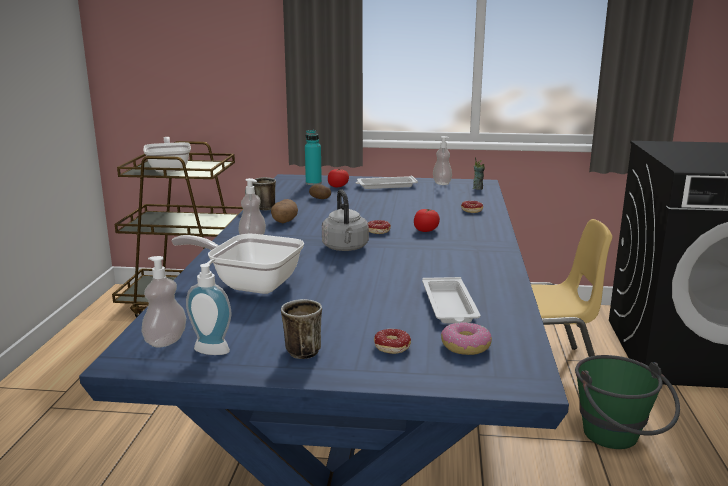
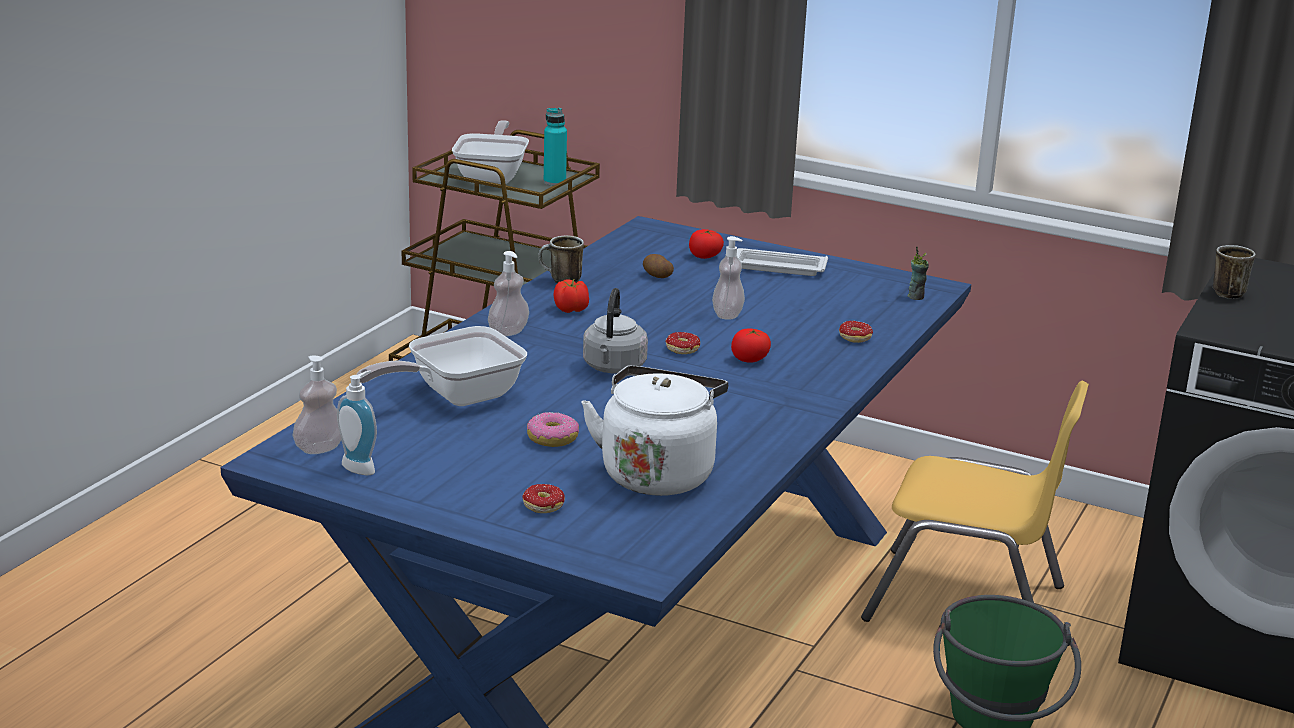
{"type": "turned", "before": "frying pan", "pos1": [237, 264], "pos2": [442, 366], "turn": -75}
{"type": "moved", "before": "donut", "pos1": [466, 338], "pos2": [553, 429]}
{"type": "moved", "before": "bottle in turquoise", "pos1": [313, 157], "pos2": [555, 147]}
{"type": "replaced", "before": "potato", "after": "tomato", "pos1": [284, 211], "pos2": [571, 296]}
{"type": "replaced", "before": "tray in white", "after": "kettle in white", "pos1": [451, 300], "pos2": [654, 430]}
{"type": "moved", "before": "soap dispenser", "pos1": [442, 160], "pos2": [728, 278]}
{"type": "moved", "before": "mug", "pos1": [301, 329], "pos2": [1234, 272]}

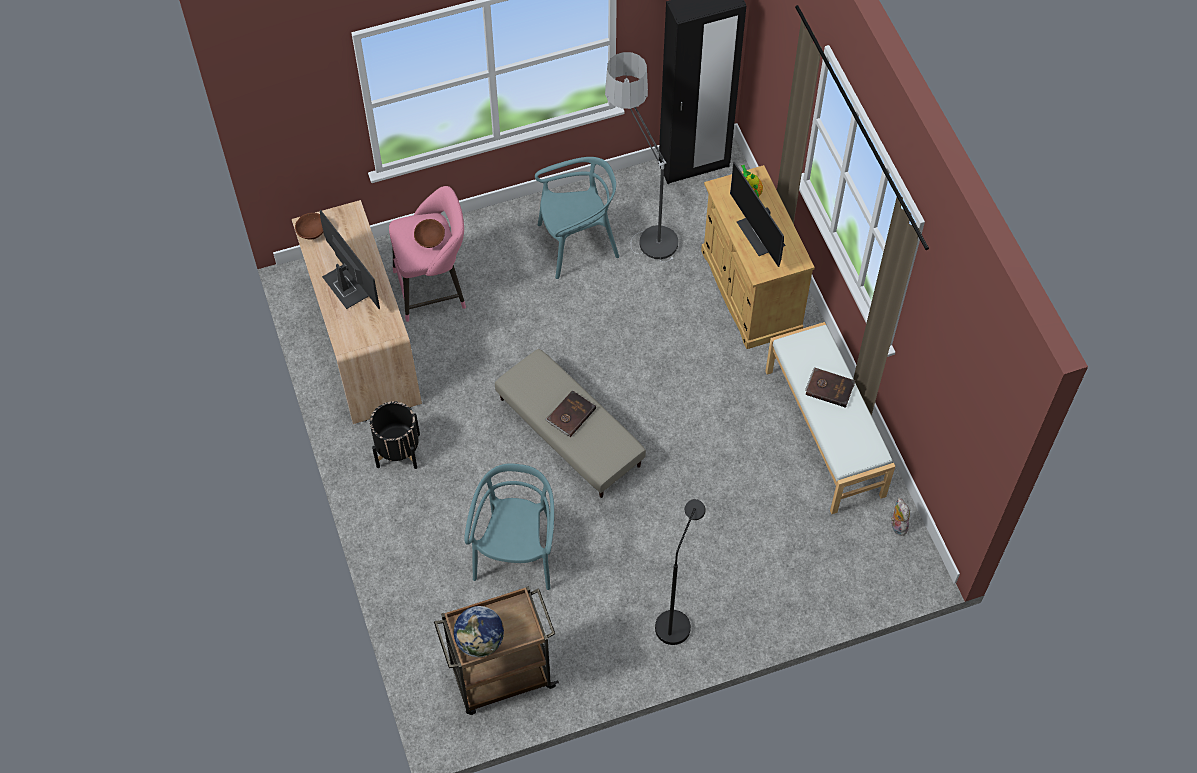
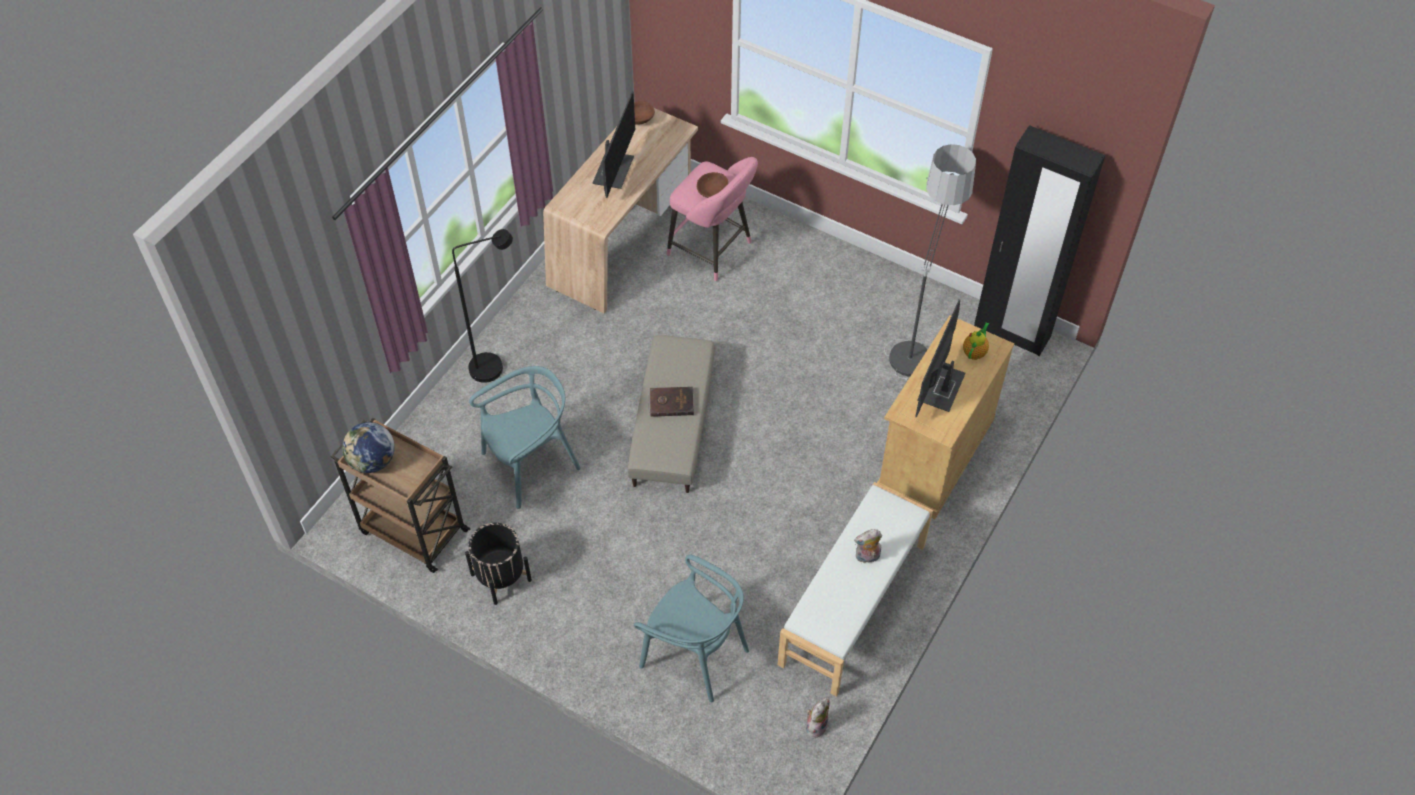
{"type": "moved", "before": "floor lamp in black", "pos1": [680, 572], "pos2": [482, 306]}
{"type": "moved", "before": "planter in black", "pos1": [395, 435], "pos2": [498, 564]}
{"type": "moved", "before": "chair in turquoise", "pos1": [577, 218], "pos2": [691, 628]}
{"type": "replaced", "before": "book in brown", "after": "plush toy", "pos1": [830, 387], "pos2": [868, 546]}

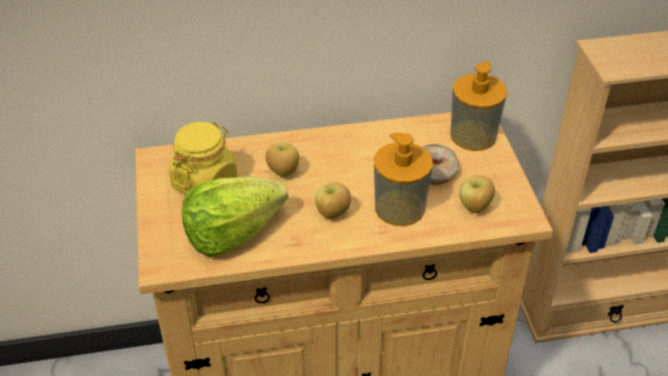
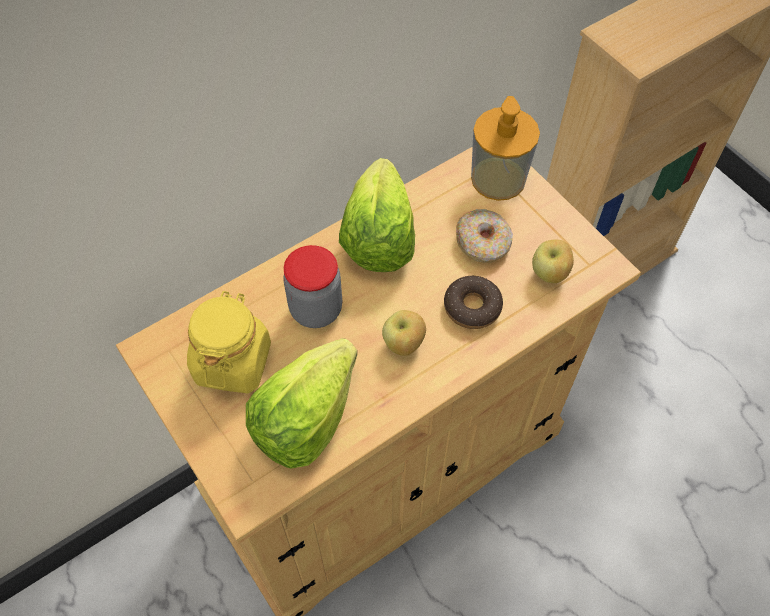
{"type": "replaced", "before": "apple", "after": "jar", "pos1": [282, 160], "pos2": [312, 286]}
{"type": "added", "after": "lettuce", "pos2": [377, 215]}
{"type": "replaced", "before": "soap dispenser", "after": "donut", "pos1": [403, 179], "pos2": [473, 302]}

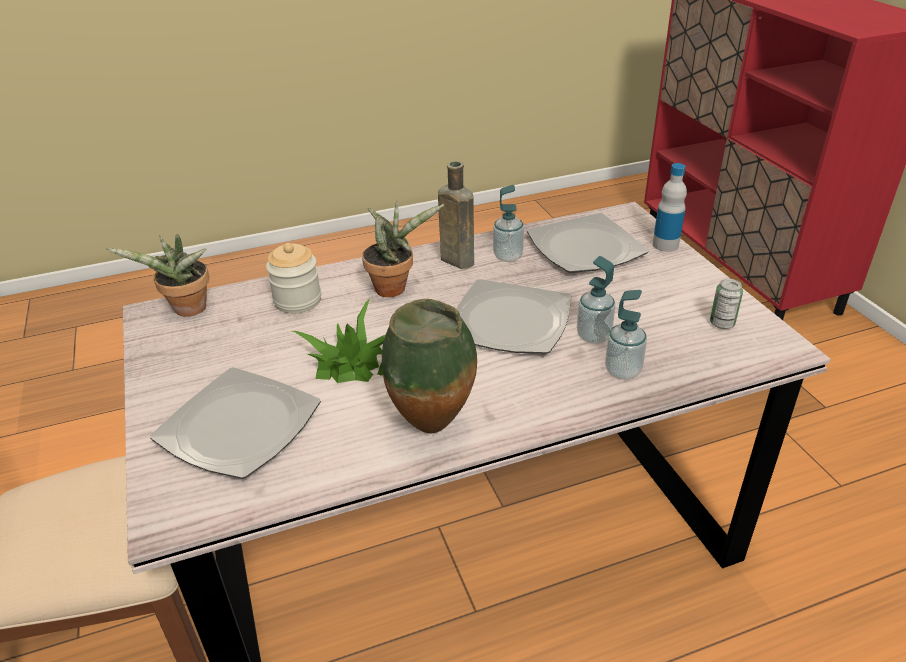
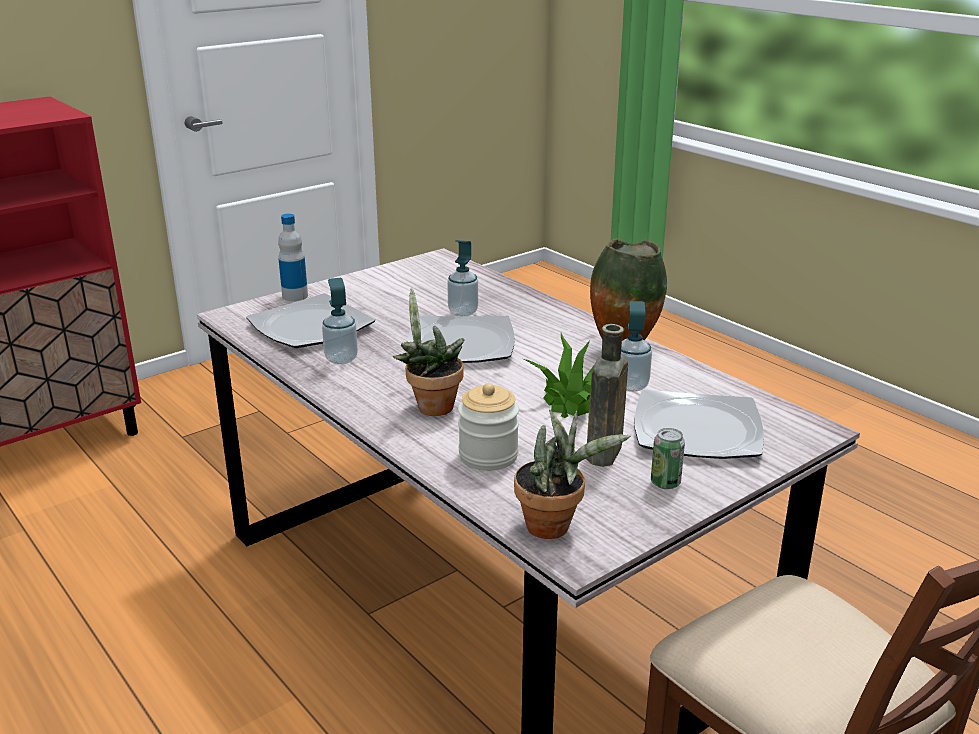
{"type": "moved", "before": "bottle in brown", "pos1": [456, 215], "pos2": [607, 395]}
{"type": "moved", "before": "soap dispenser", "pos1": [626, 335], "pos2": [636, 346]}
{"type": "moved", "before": "can", "pos1": [726, 304], "pos2": [668, 458]}

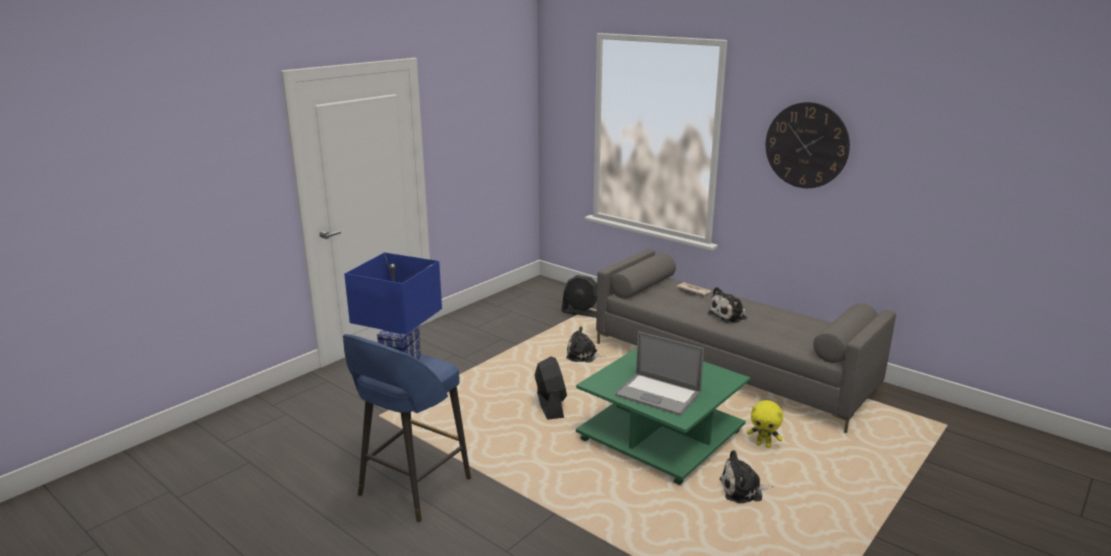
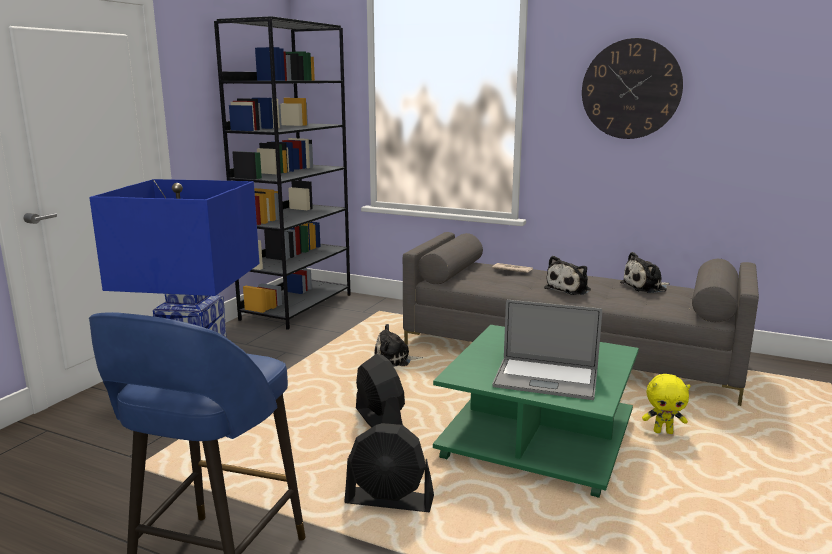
{"type": "added", "after": "bookcase in black", "pos2": [282, 173]}
{"type": "moved", "before": "fan in black", "pos1": [579, 296], "pos2": [389, 467]}
{"type": "moved", "before": "plush toy", "pos1": [746, 477], "pos2": [645, 272]}

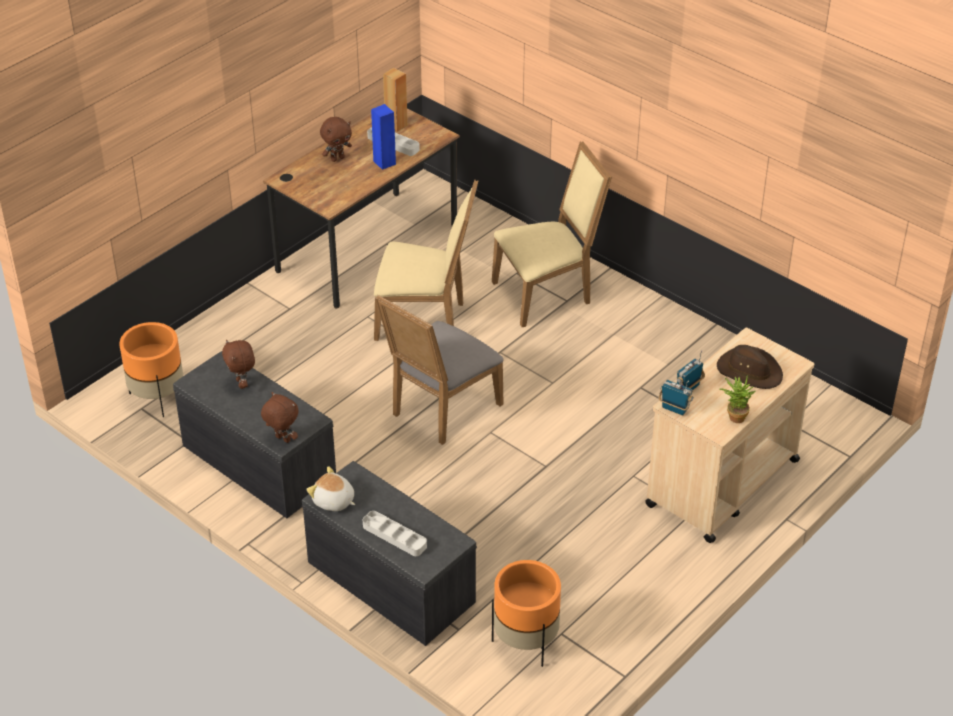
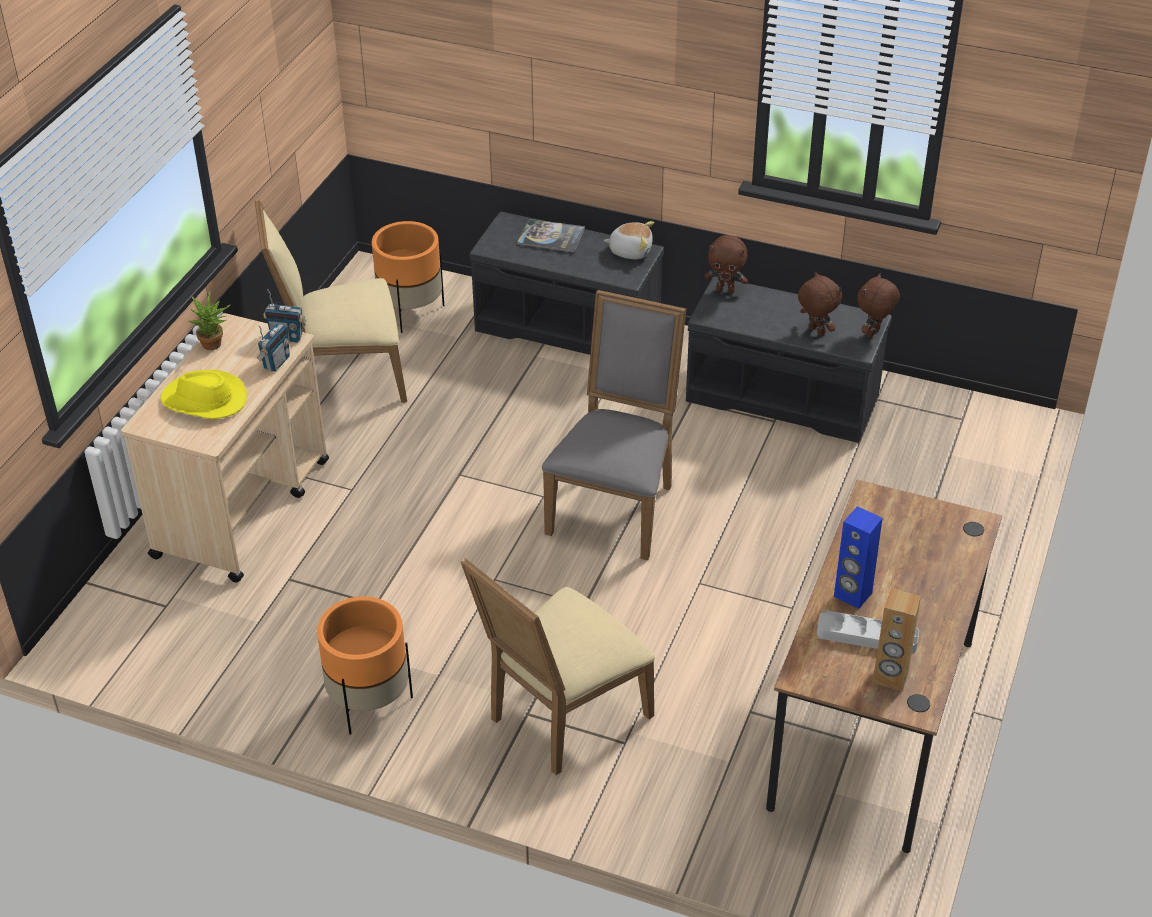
{"type": "recoloured", "before": "hat in brown", "after": "hat in yellow", "pos1": [750, 367], "pos2": [204, 394]}
{"type": "moved", "before": "chair in beige", "pos1": [426, 260], "pos2": [331, 301]}
{"type": "moved", "before": "planter in orange", "pos1": [151, 369], "pos2": [365, 665]}
{"type": "replaced", "before": "tray in grey", "after": "book", "pos1": [395, 533], "pos2": [551, 236]}
{"type": "moved", "before": "plush toy in brown", "pos1": [336, 139], "pos2": [878, 305]}

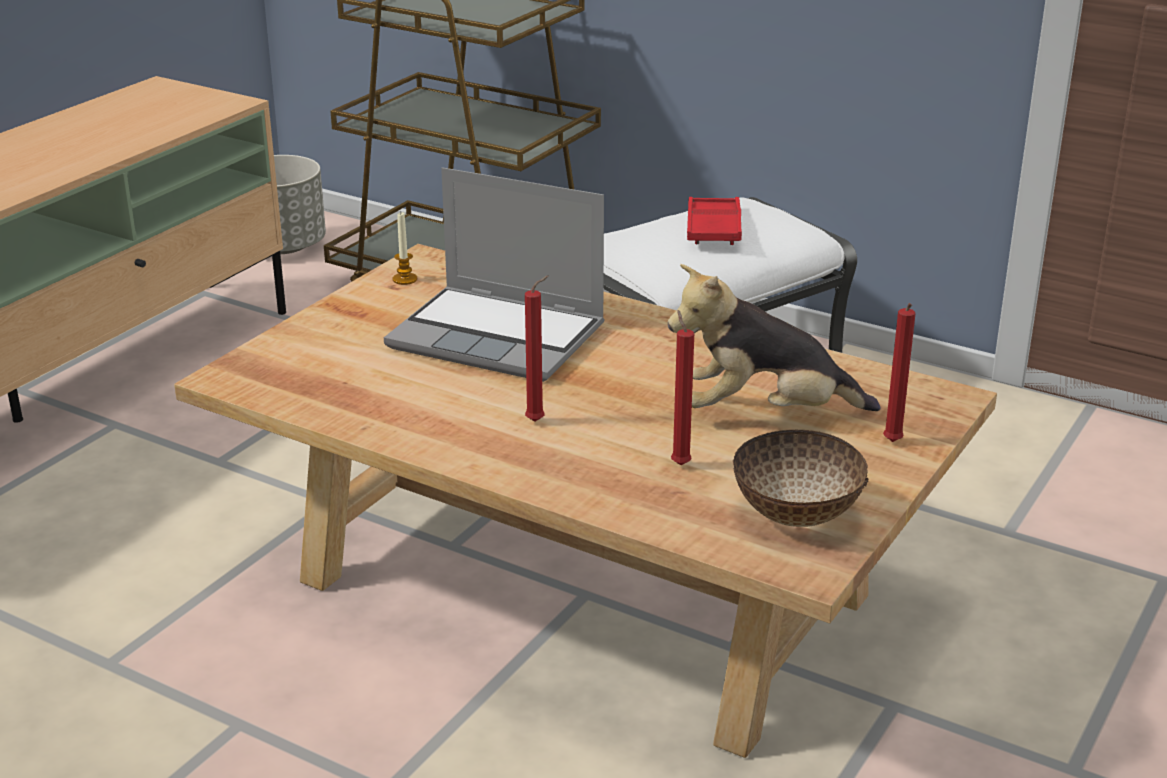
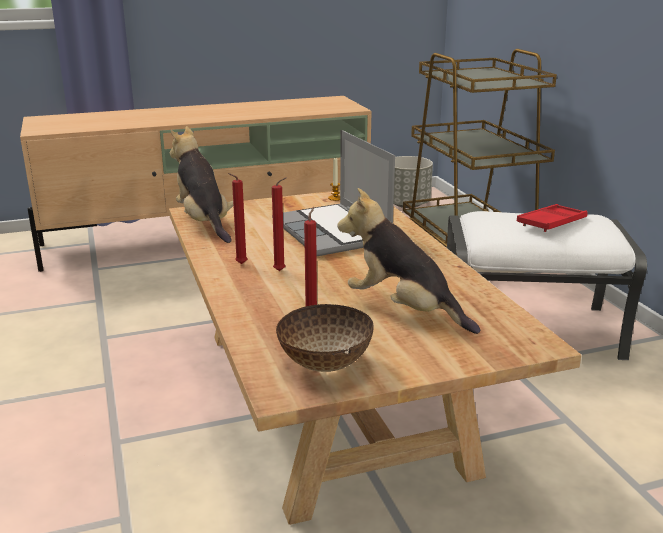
{"type": "added", "after": "plush toy", "pos2": [201, 184]}
{"type": "moved", "before": "candle in red", "pos1": [899, 372], "pos2": [237, 218]}

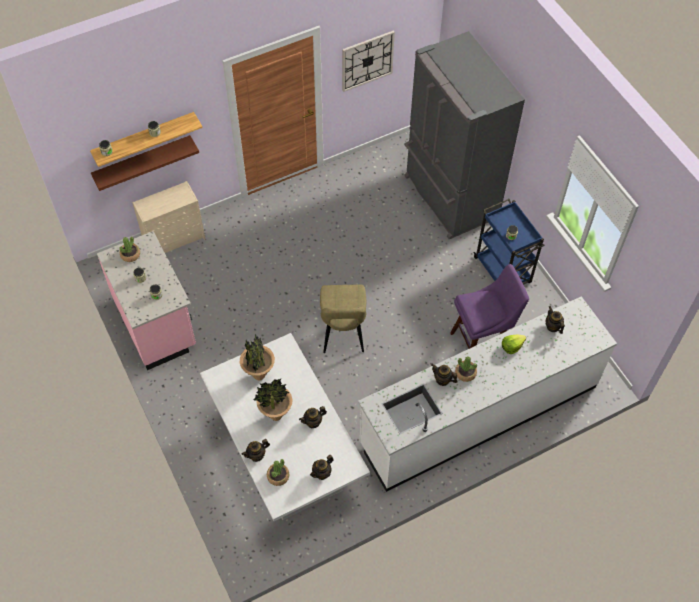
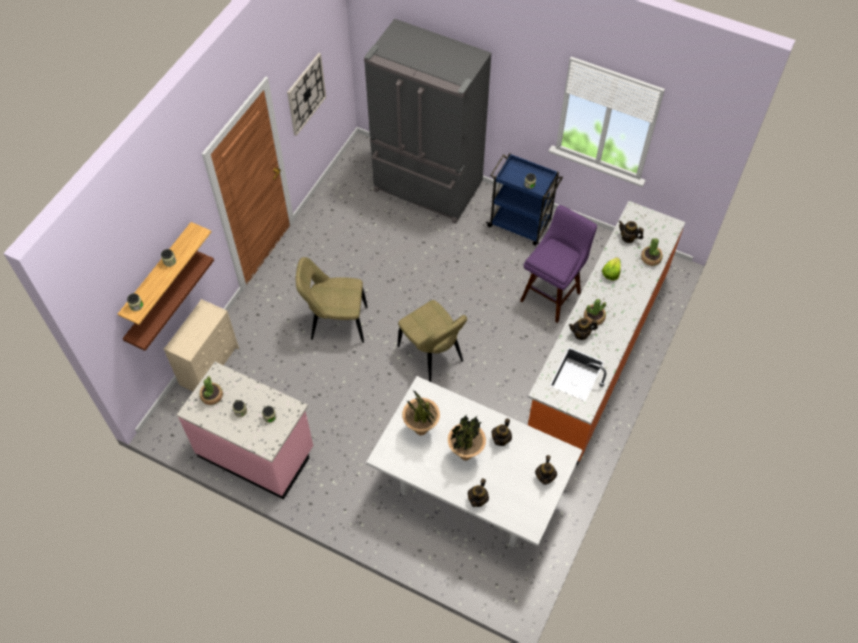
{"type": "added", "after": "chair in beige", "pos2": [332, 300]}
{"type": "recoloured", "before": "counter in white", "after": "counter in orange", "pos1": [487, 394], "pos2": [607, 333]}
{"type": "moved", "before": "potted plant", "pos1": [278, 472], "pos2": [652, 252]}

